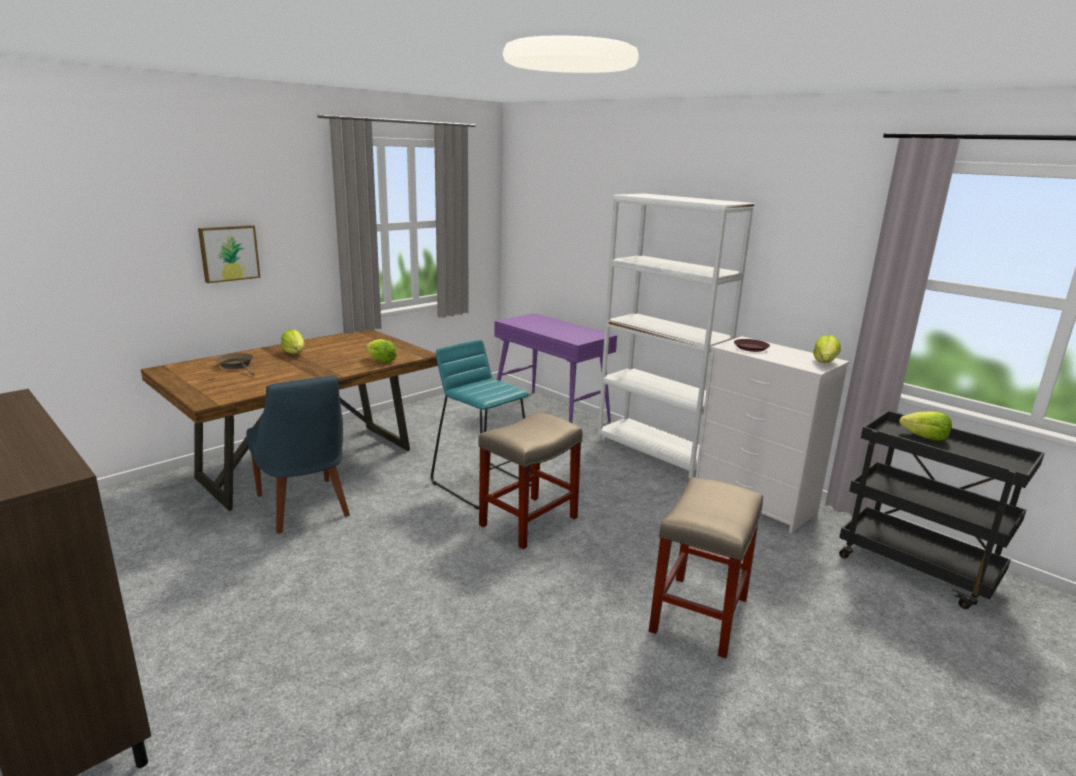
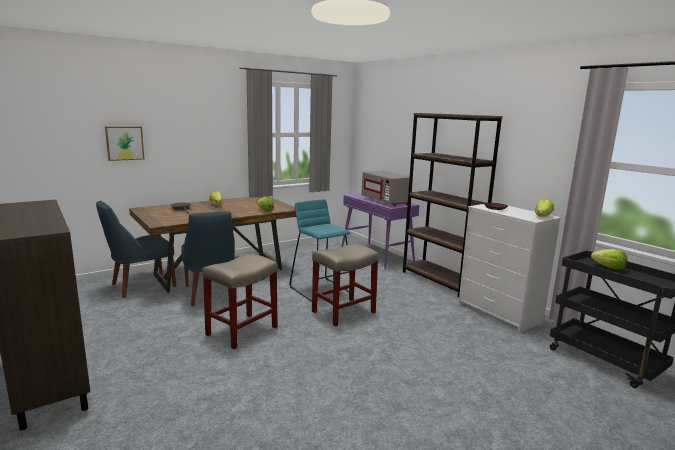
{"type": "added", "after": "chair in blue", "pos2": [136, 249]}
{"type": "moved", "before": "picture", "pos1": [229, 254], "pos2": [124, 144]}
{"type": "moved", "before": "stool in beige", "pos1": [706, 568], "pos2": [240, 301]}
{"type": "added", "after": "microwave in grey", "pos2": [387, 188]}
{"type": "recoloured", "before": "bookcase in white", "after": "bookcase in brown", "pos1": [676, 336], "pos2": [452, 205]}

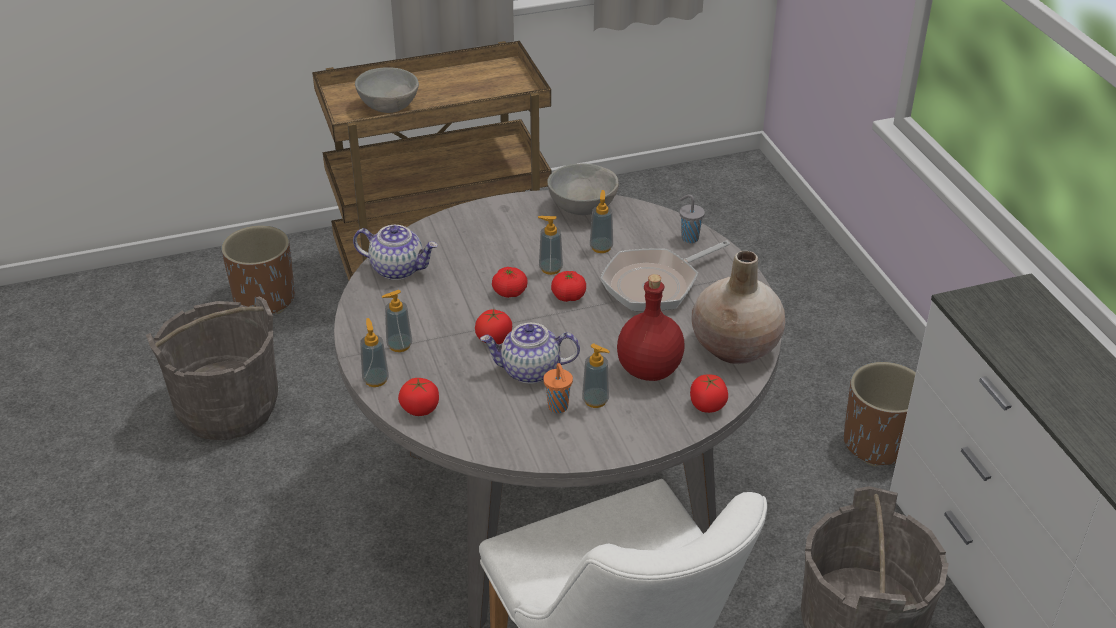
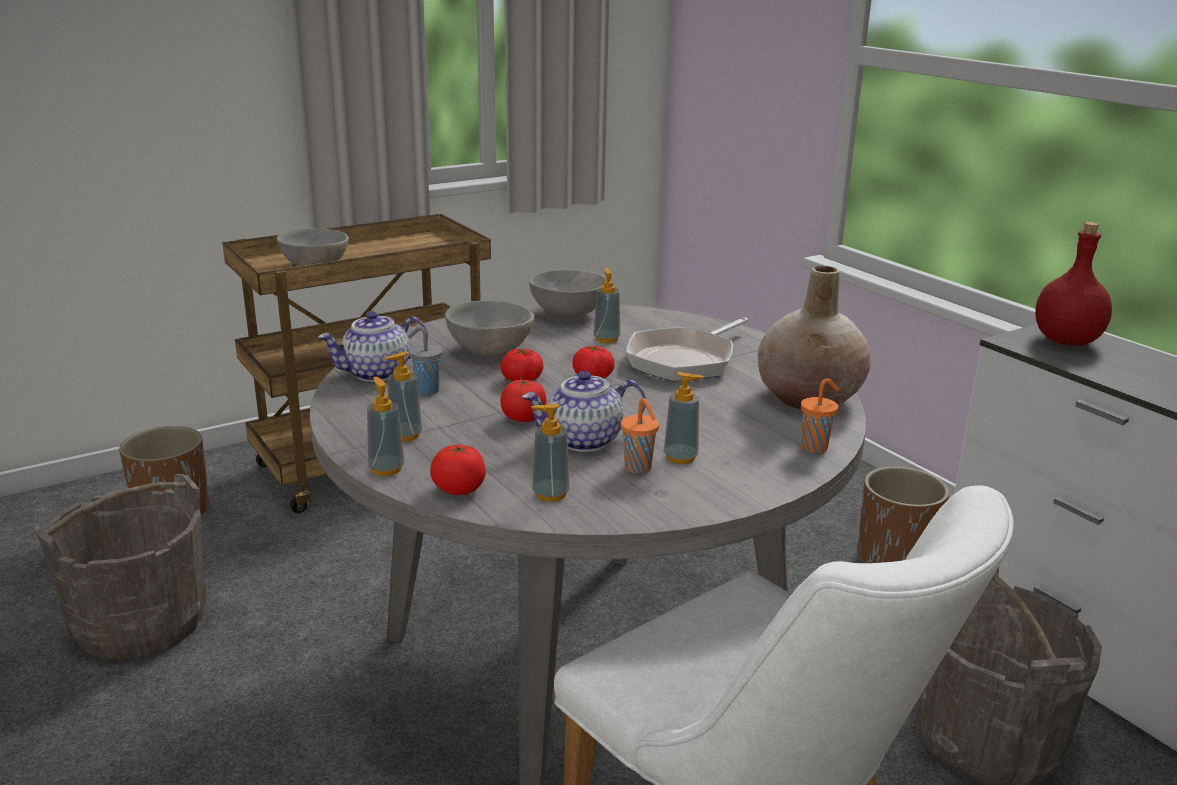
{"type": "turned", "before": "teapot", "pos1": [395, 252], "pos2": [373, 346], "turn": 150}
{"type": "moved", "before": "cup in grey", "pos1": [692, 218], "pos2": [425, 361]}
{"type": "added", "after": "bowl in grey", "pos2": [489, 328]}
{"type": "moved", "before": "soap dispenser", "pos1": [550, 245], "pos2": [550, 453]}
{"type": "replaced", "before": "tomato", "after": "cup in orange", "pos1": [709, 393], "pos2": [820, 416]}
{"type": "moved", "before": "bottle in red", "pos1": [651, 327], "pos2": [1073, 283]}

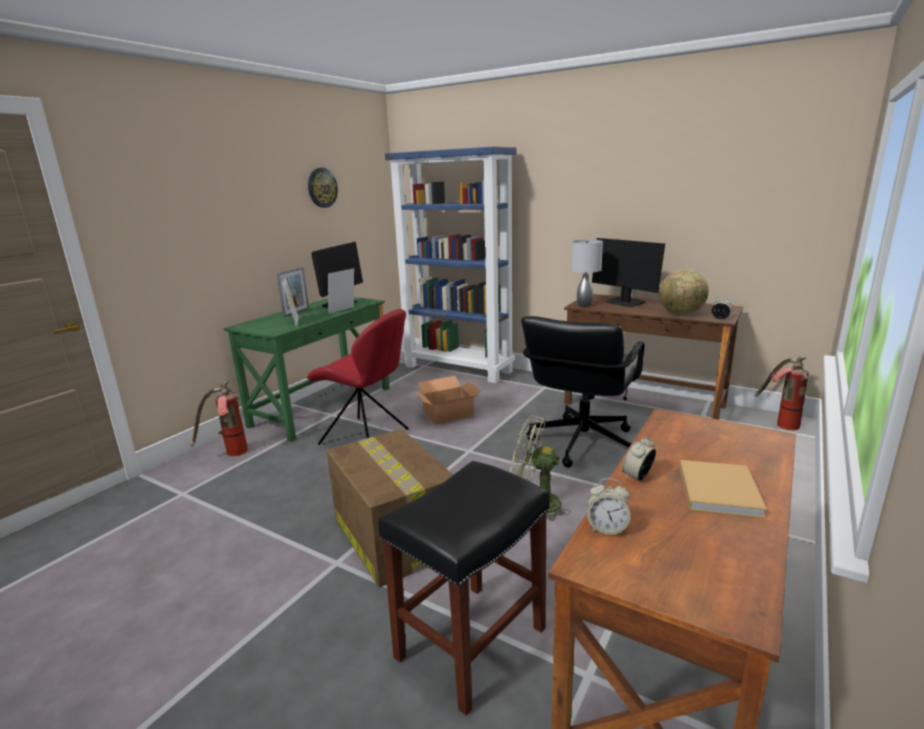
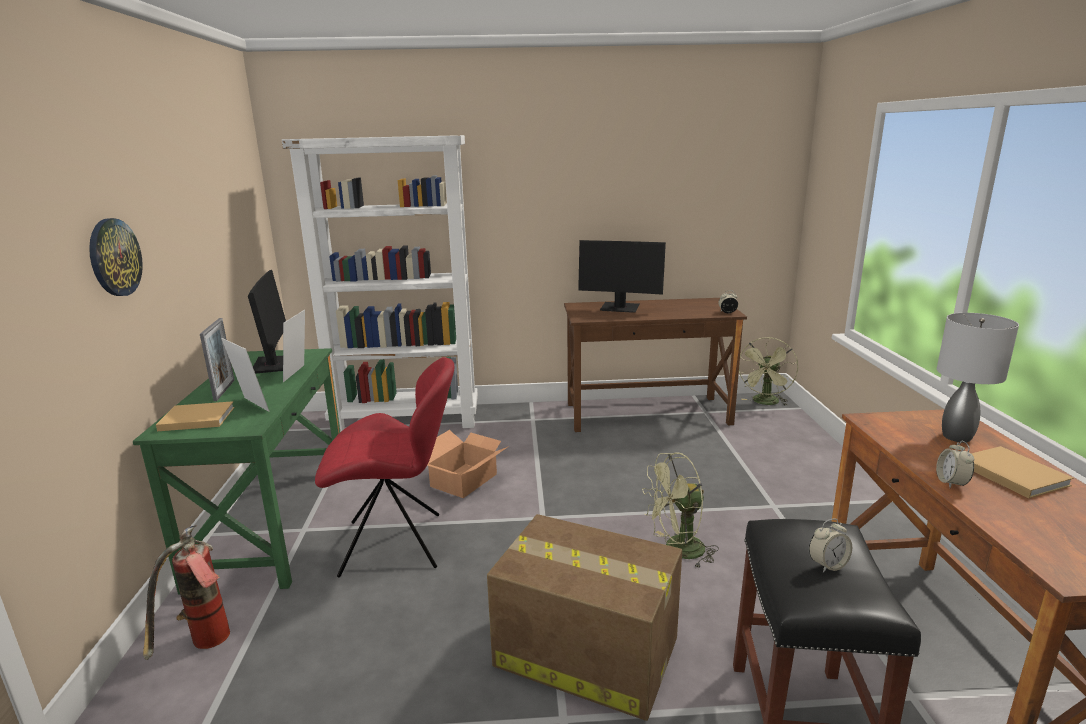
{"type": "moved", "before": "wall clock", "pos1": [323, 188], "pos2": [116, 257]}
{"type": "added", "after": "book in beige", "pos2": [195, 416]}
{"type": "recoloured", "before": "bookcase in blue", "after": "bookcase in white", "pos1": [451, 265], "pos2": [380, 283]}
{"type": "replaced", "before": "fire extinguisher", "after": "fan in green", "pos1": [782, 393], "pos2": [768, 371]}
{"type": "moved", "before": "alarm clock", "pos1": [609, 506], "pos2": [830, 546]}
{"type": "moved", "before": "table lamp in grey", "pos1": [587, 273], "pos2": [978, 377]}
{"type": "removed", "before": "office chair in black", "pos1": [583, 392]}
{"type": "removed", "before": "globe", "pos1": [684, 292]}

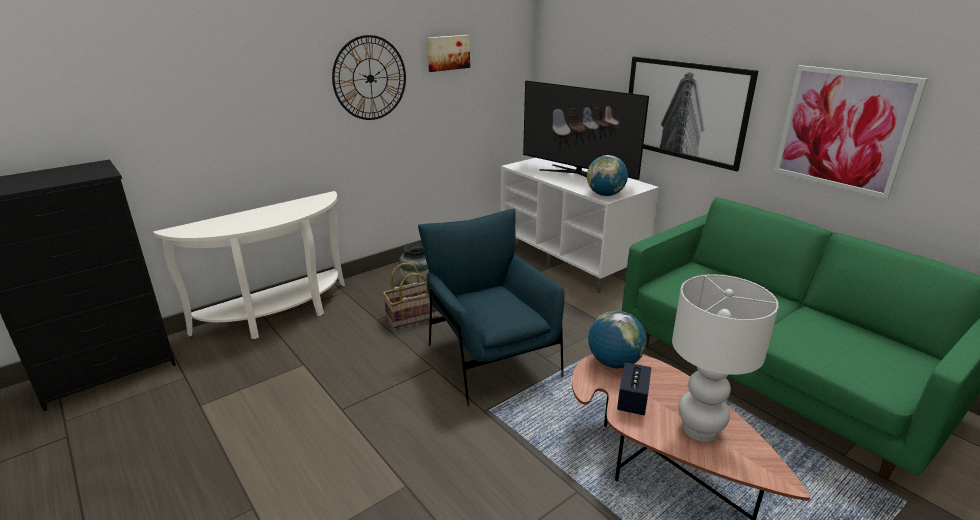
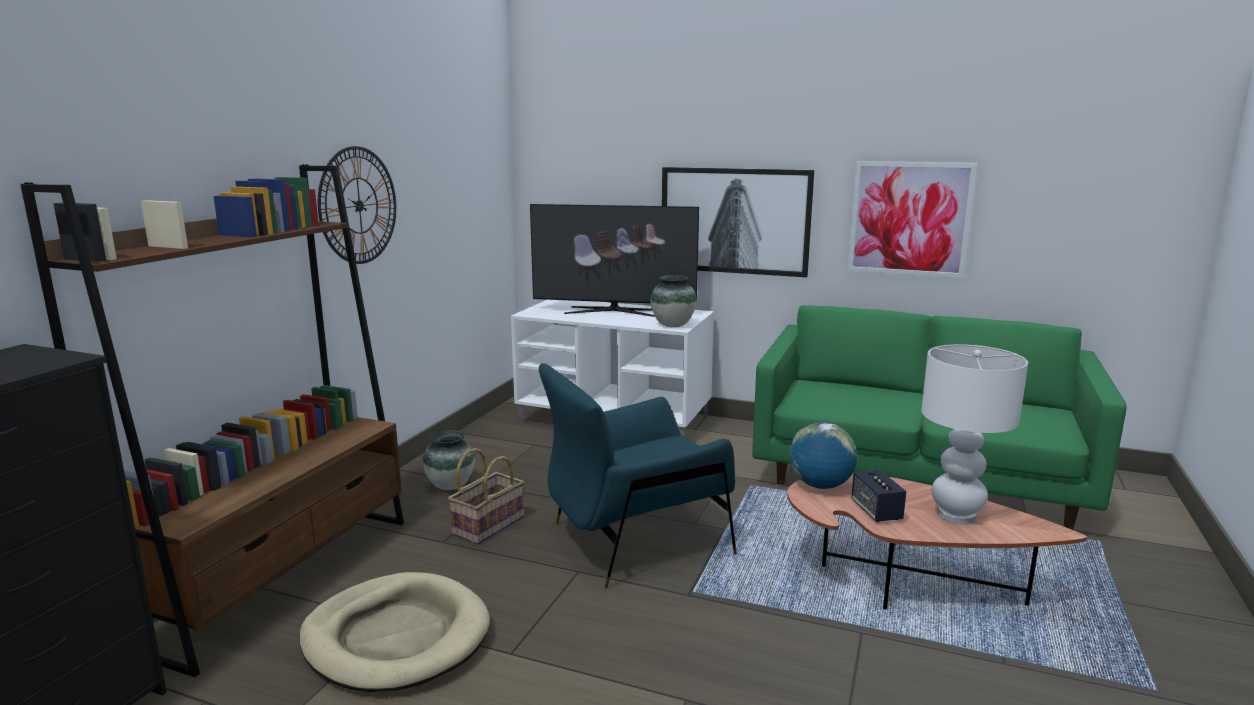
{"type": "replaced", "before": "console table in white", "after": "bookcase in brown", "pos1": [249, 265], "pos2": [212, 420]}
{"type": "added", "after": "dog bed in beige", "pos2": [395, 632]}
{"type": "turned", "before": "armchair in blue", "pos1": [491, 307], "pos2": [638, 475], "turn": -60}
{"type": "replaced", "before": "globe", "after": "vase", "pos1": [607, 175], "pos2": [673, 301]}
{"type": "removed", "before": "picture", "pos1": [448, 53]}

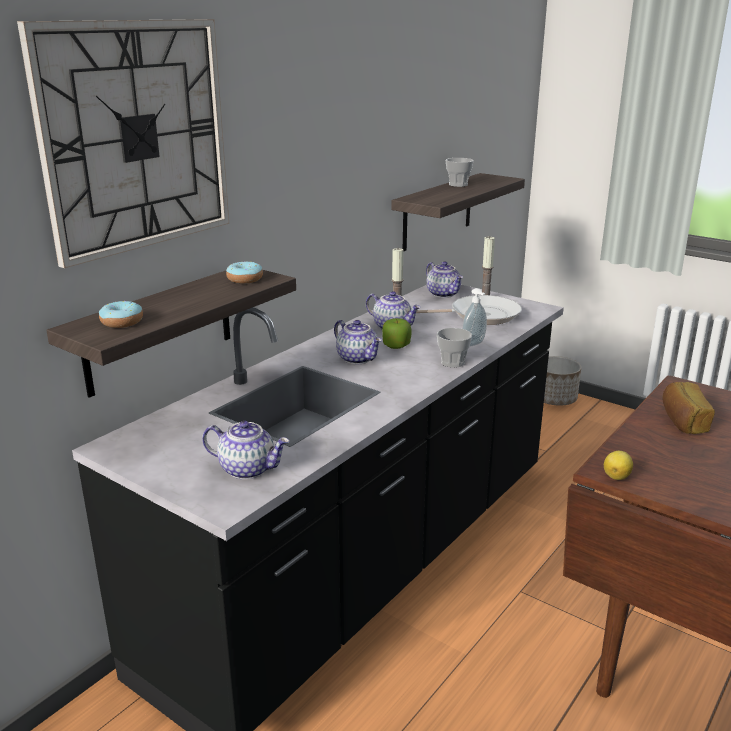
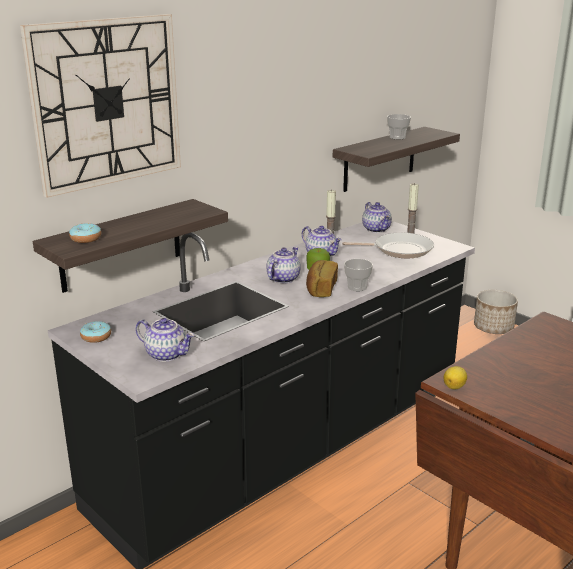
{"type": "moved", "before": "donut", "pos1": [244, 272], "pos2": [95, 332]}
{"type": "turned", "before": "teapot", "pos1": [358, 342], "pos2": [283, 265], "turn": -120}
{"type": "moved", "before": "bread", "pos1": [689, 408], "pos2": [322, 278]}
{"type": "removed", "before": "soap dispenser", "pos1": [474, 317]}

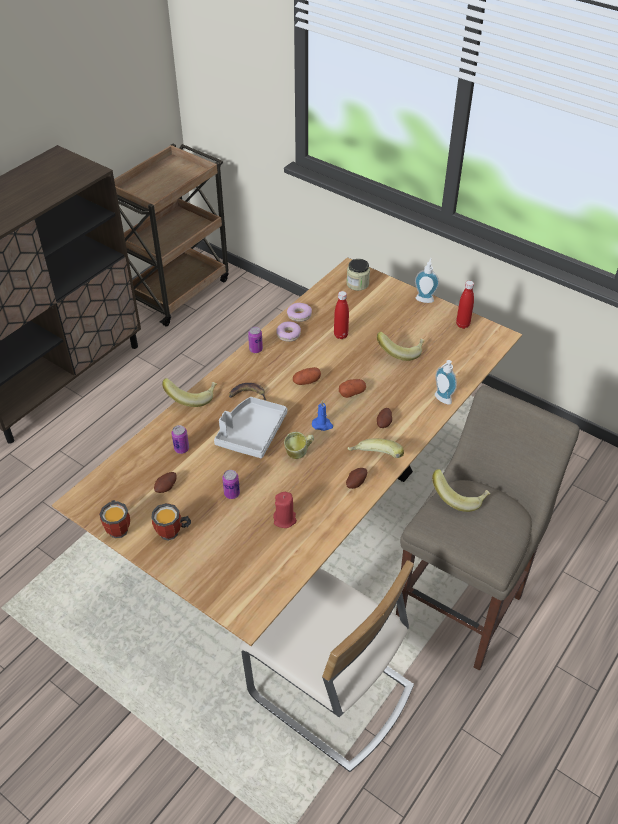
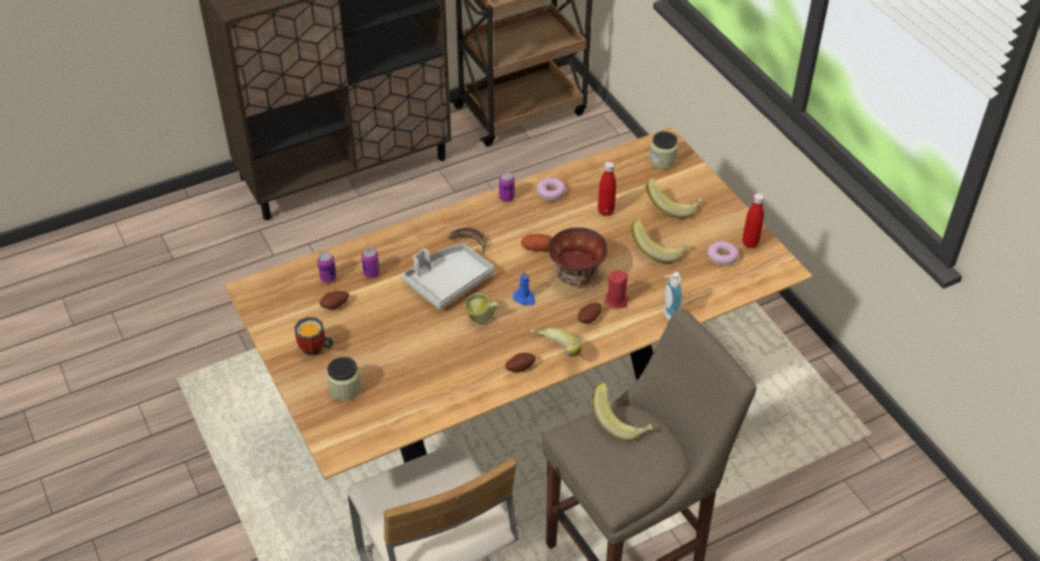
{"type": "moved", "before": "can", "pos1": [231, 484], "pos2": [326, 267]}
{"type": "added", "after": "jar", "pos2": [344, 379]}
{"type": "replaced", "before": "potato", "after": "bowl", "pos1": [352, 388], "pos2": [578, 256]}
{"type": "moved", "before": "candle in red", "pos1": [285, 510], "pos2": [616, 289]}
{"type": "moved", "before": "banana", "pos1": [189, 392], "pos2": [674, 198]}
{"type": "moved", "before": "donut", "pos1": [299, 312], "pos2": [723, 253]}
{"type": "removed", "before": "mug", "pos1": [114, 519]}
{"type": "removed", "before": "soap dispenser", "pos1": [427, 280]}

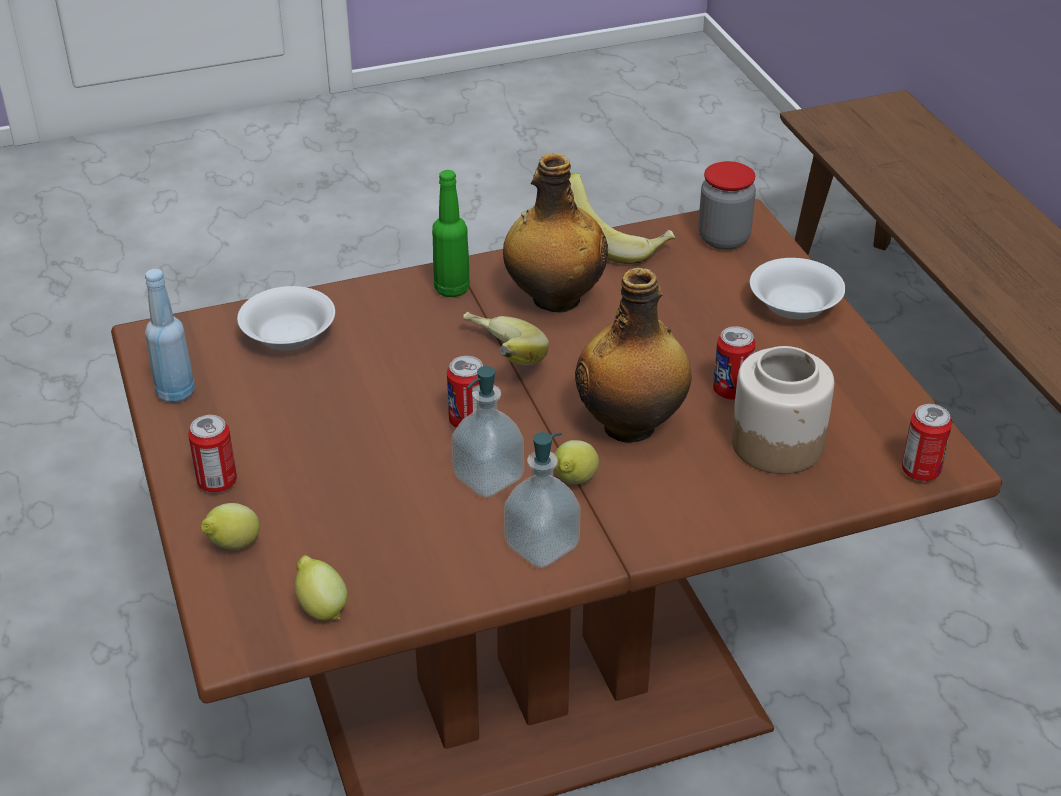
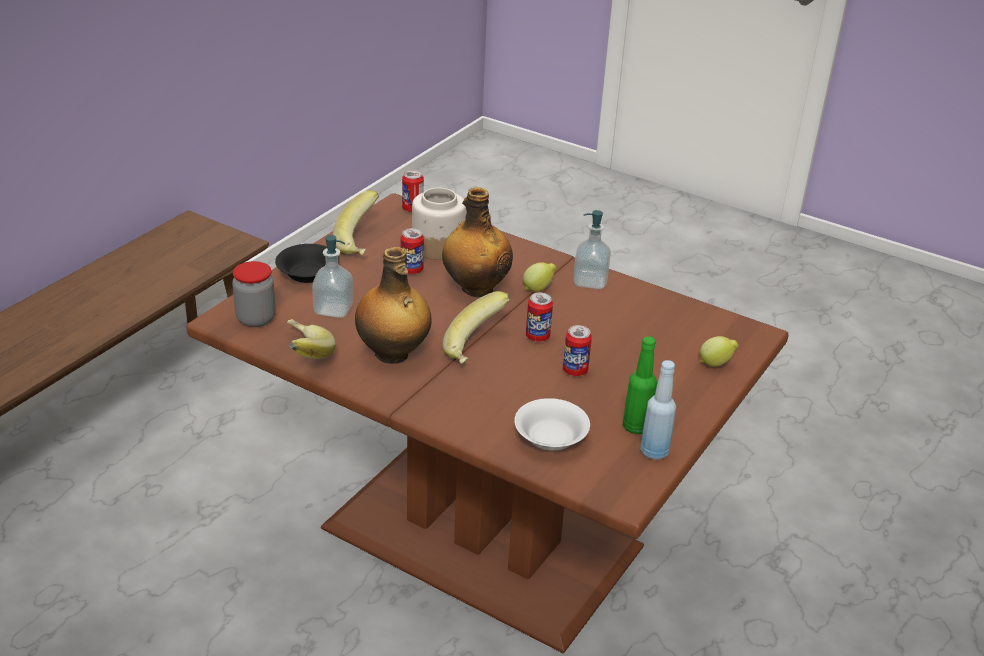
{"type": "recoloured", "before": "bowl in white", "after": "bowl in black", "pos1": [797, 288], "pos2": [307, 263]}
{"type": "moved", "before": "soap dispenser", "pos1": [487, 432], "pos2": [333, 276]}
{"type": "added", "after": "banana", "pos2": [356, 223]}
{"type": "moved", "before": "can", "pos1": [212, 453], "pos2": [577, 350]}
{"type": "moved", "before": "bottle in green", "pos1": [451, 233], "pos2": [640, 385]}
{"type": "removed", "before": "lemon", "pos1": [321, 588]}

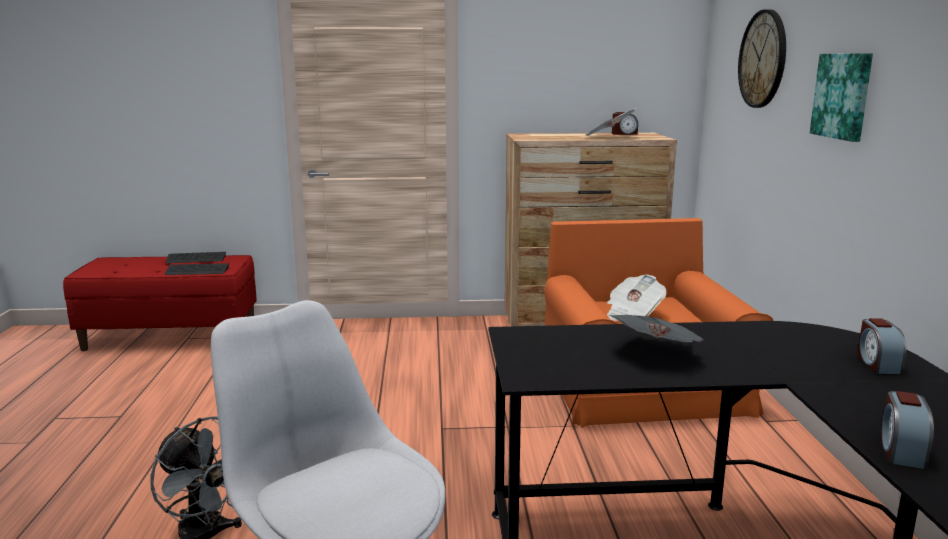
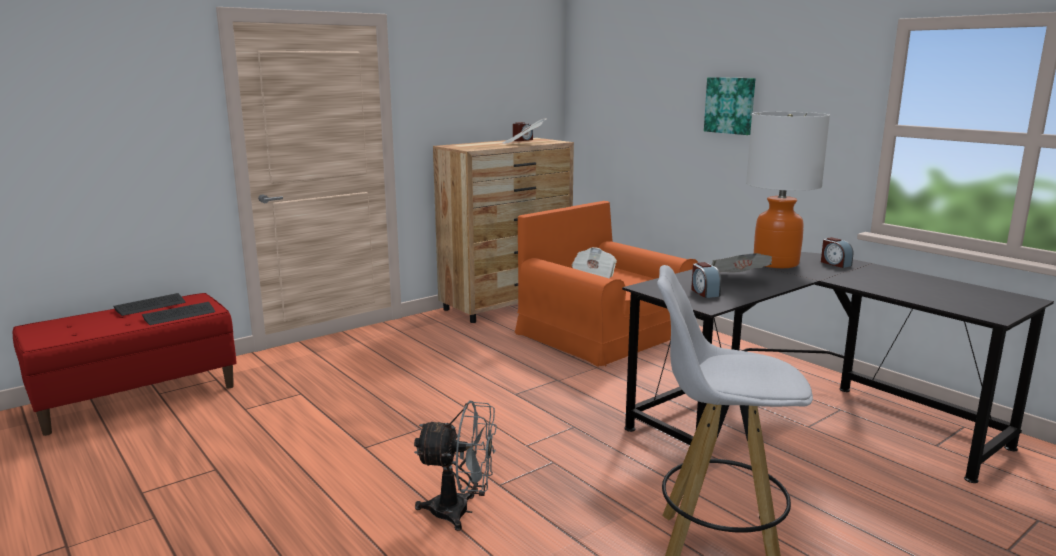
{"type": "moved", "before": "alarm clock", "pos1": [907, 430], "pos2": [706, 280]}
{"type": "added", "after": "table lamp", "pos2": [788, 190]}
{"type": "removed", "before": "wall clock", "pos1": [762, 58]}

